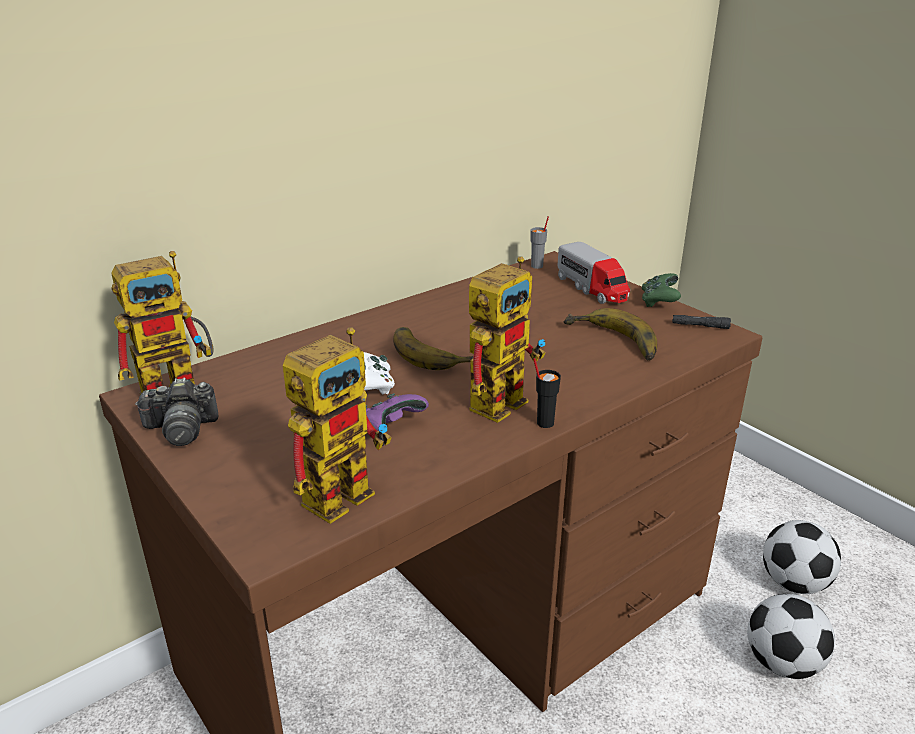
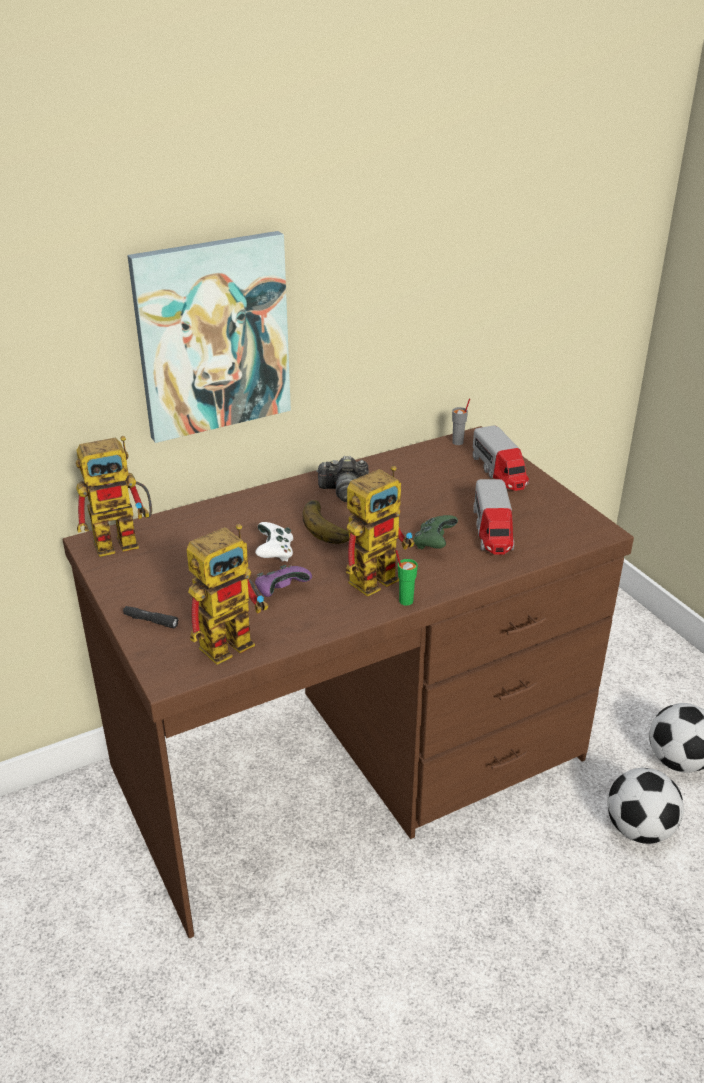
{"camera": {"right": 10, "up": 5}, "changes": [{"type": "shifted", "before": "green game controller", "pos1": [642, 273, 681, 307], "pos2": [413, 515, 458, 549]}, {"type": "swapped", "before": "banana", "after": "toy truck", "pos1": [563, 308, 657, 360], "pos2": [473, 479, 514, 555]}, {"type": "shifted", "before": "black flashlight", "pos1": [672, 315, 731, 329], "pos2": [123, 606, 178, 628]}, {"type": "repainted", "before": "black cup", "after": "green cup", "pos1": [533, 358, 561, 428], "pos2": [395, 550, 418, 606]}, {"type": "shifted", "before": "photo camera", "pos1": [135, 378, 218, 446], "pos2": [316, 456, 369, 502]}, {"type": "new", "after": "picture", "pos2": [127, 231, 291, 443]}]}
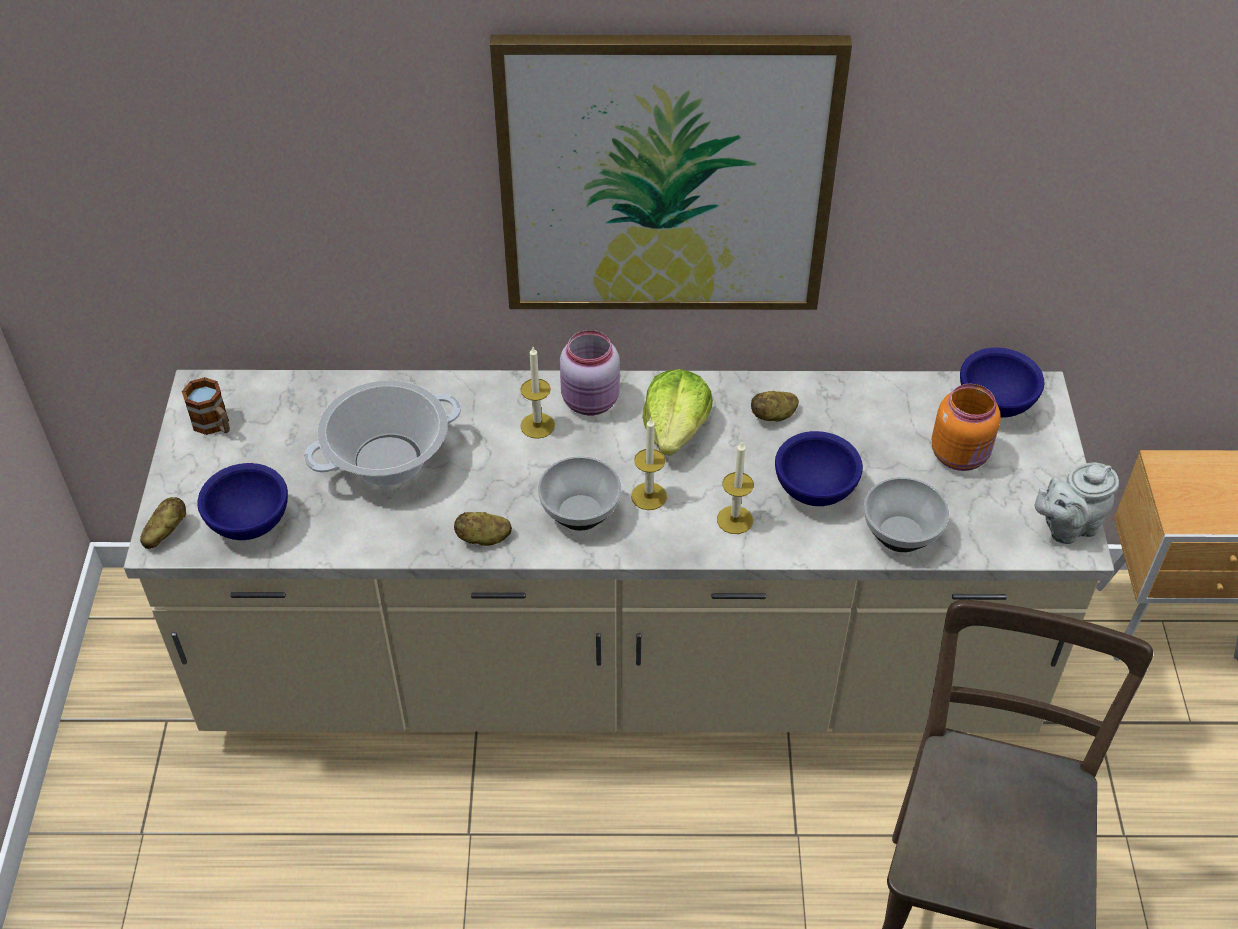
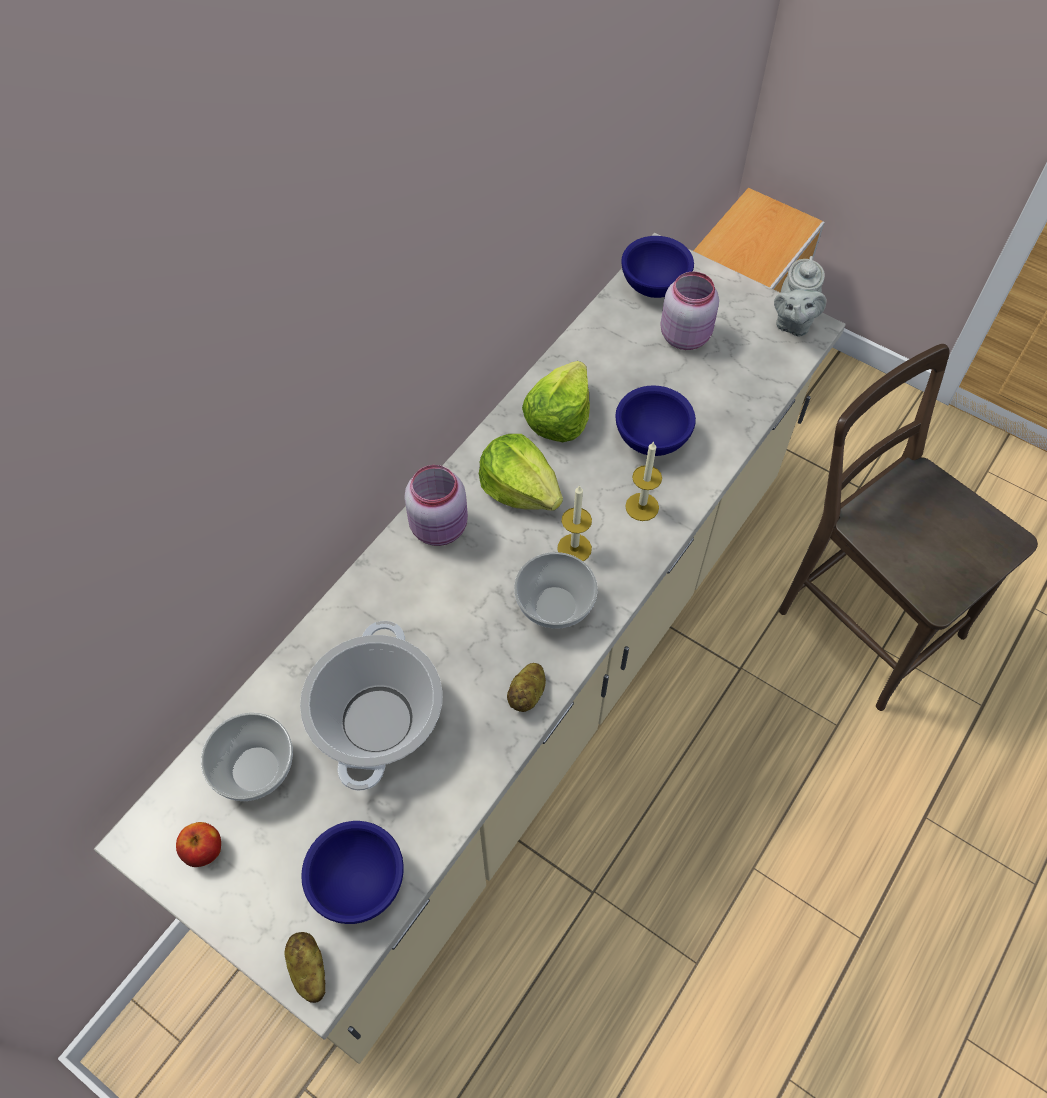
{"camera": {"right": -55, "up": 10}, "changes": [{"type": "gone", "before": "picture", "pos1": [490, 35, 852, 310]}, {"type": "gone", "before": "candle", "pos1": [520, 347, 555, 439]}, {"type": "swapped", "before": "mug", "after": "apple", "pos1": [182, 377, 230, 435], "pos2": [176, 822, 221, 867]}, {"type": "repainted", "before": "orange jar", "after": "pink jar", "pos1": [932, 384, 1001, 471], "pos2": [660, 272, 719, 350]}, {"type": "swapped", "before": "potato", "after": "lettuce", "pos1": [751, 391, 799, 421], "pos2": [522, 361, 590, 442]}, {"type": "shifted", "before": "bowl", "pos1": [864, 477, 949, 552], "pos2": [201, 713, 293, 801]}]}
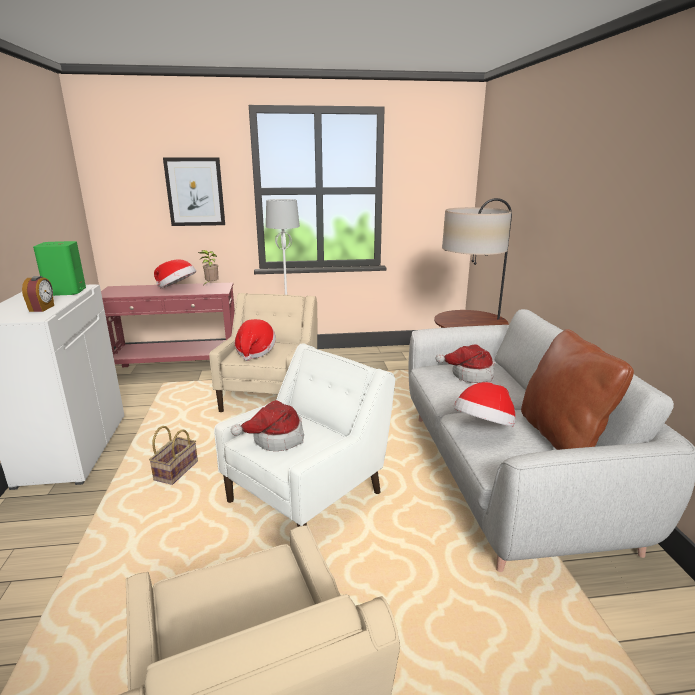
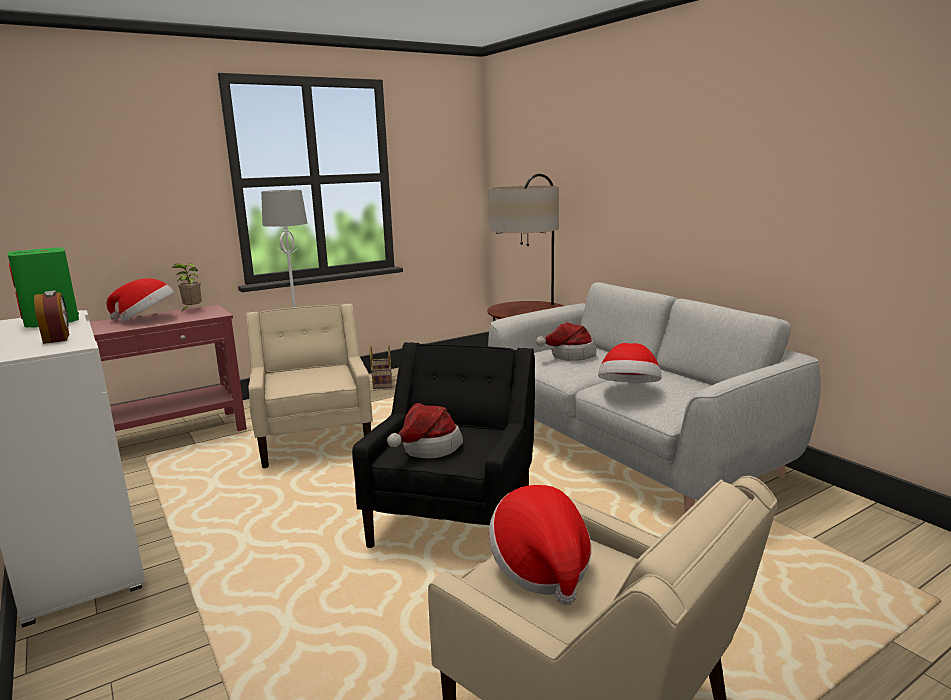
{"camera": {"right": -25, "up": -5}, "changes": [{"type": "gone", "before": "picture", "pos1": [163, 158, 225, 226]}, {"type": "shifted", "before": "hat", "pos1": [235, 319, 276, 361], "pos2": [489, 485, 591, 605]}, {"type": "gone", "before": "brown pillow", "pos1": [521, 329, 634, 450]}, {"type": "repainted", "before": "white armchair", "after": "black armchair", "pos1": [214, 343, 395, 527], "pos2": [352, 342, 535, 548]}, {"type": "shifted", "before": "basket", "pos1": [149, 426, 198, 485], "pos2": [370, 345, 392, 389]}]}
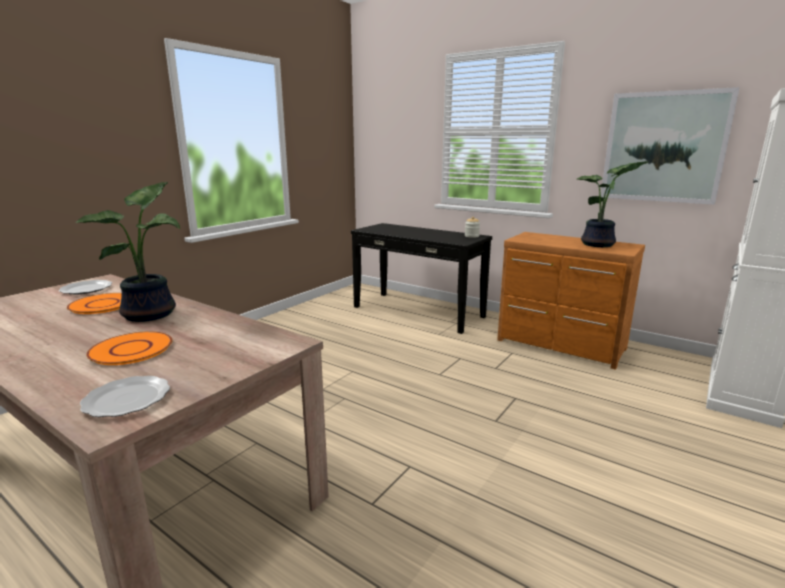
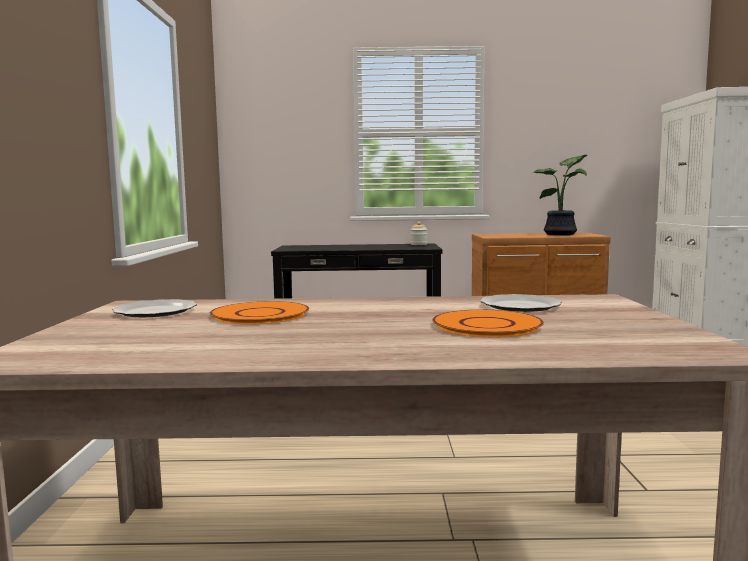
{"camera": {"right": -35, "up": -10}, "changes": [{"type": "gone", "before": "picture", "pos1": [601, 87, 740, 205]}, {"type": "gone", "before": "potted plant", "pos1": [76, 182, 180, 322]}, {"type": "shifted", "before": "plate", "pos1": [80, 376, 170, 417], "pos2": [480, 294, 562, 312]}]}
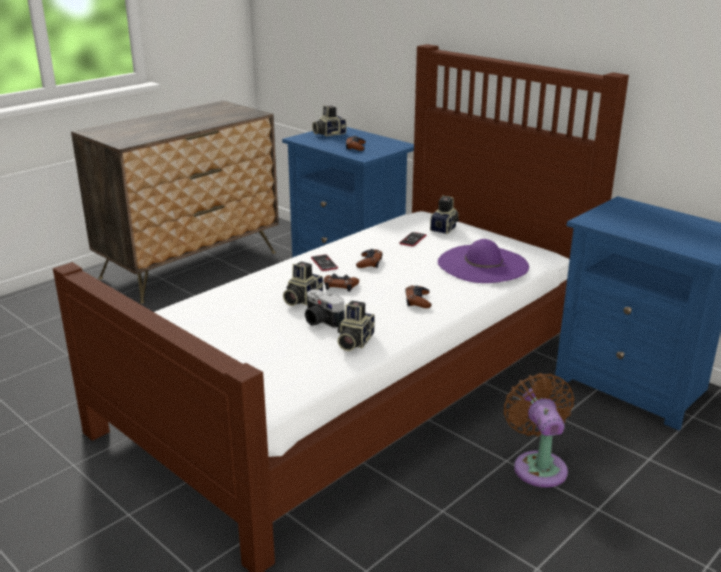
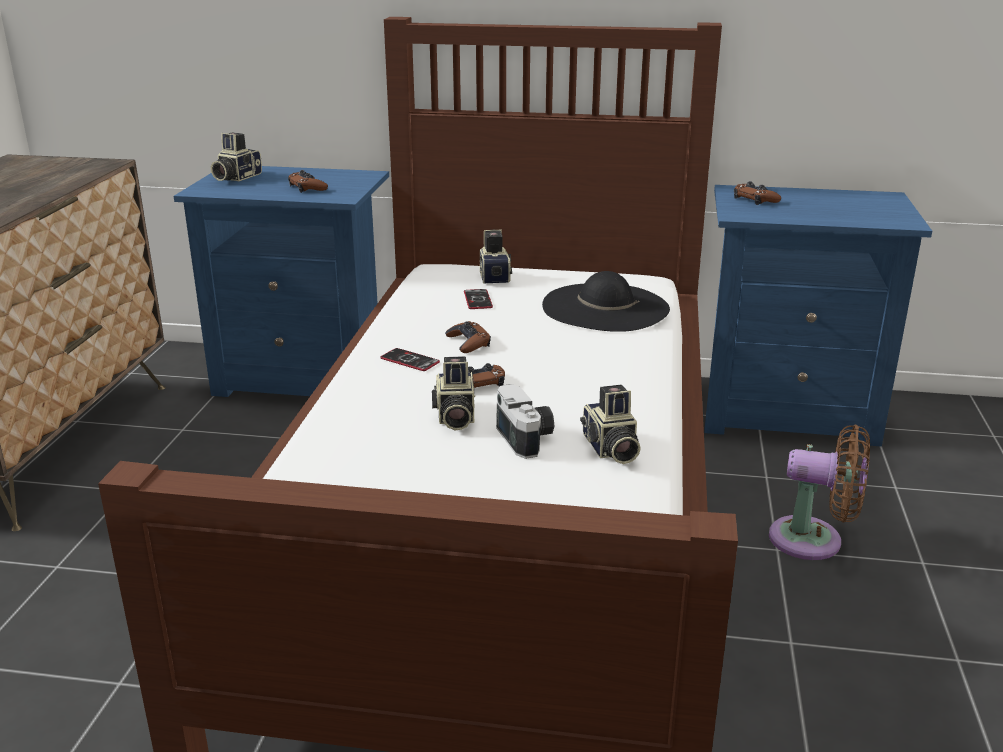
{"camera": {"right": -35, "up": 0}, "changes": [{"type": "repainted", "before": "purple hat", "after": "black hat", "pos1": [438, 239, 529, 283], "pos2": [542, 271, 670, 332]}, {"type": "shifted", "before": "brown game controller", "pos1": [405, 285, 432, 308], "pos2": [734, 181, 781, 205]}, {"type": "rotated", "before": "photo camera", "pos1": [304, 289, 345, 329], "pos2": [496, 384, 555, 459], "turn": -120}, {"type": "rotated", "before": "brown fan", "pos1": [503, 373, 574, 487], "pos2": [769, 425, 870, 560], "turn": 150}]}
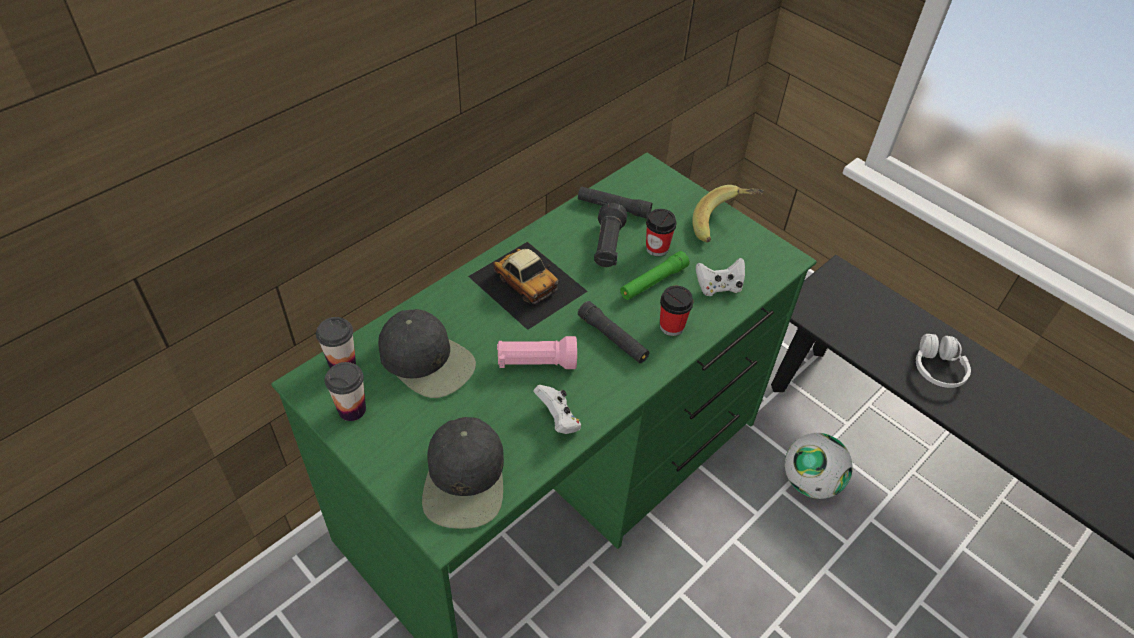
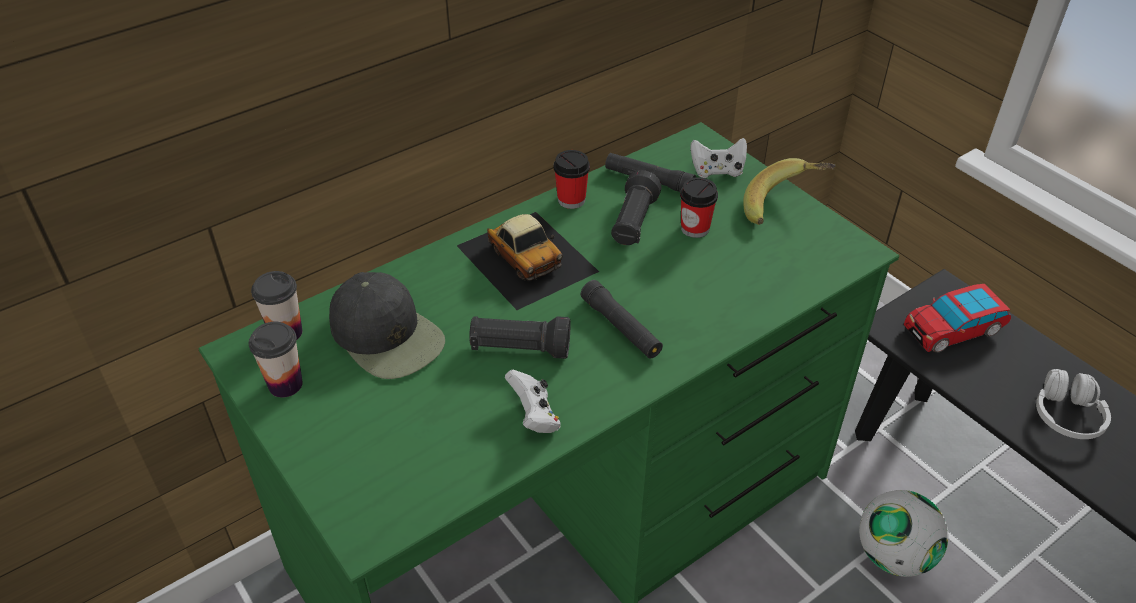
{"camera": {"right": 10, "up": -5}, "changes": [{"type": "gone", "before": "green flashlight", "pos1": [620, 251, 690, 300]}, {"type": "shifted", "before": "white game controller", "pos1": [696, 258, 745, 296], "pos2": [690, 138, 747, 178]}, {"type": "shifted", "before": "cup", "pos1": [660, 286, 693, 336], "pos2": [553, 150, 590, 209]}, {"type": "repainted", "before": "pink flashlight", "after": "black flashlight", "pos1": [497, 336, 577, 369], "pos2": [469, 316, 570, 359]}, {"type": "gone", "before": "black cap", "pos1": [422, 417, 504, 529]}, {"type": "new", "after": "toy car", "pos2": [904, 284, 1011, 352]}]}
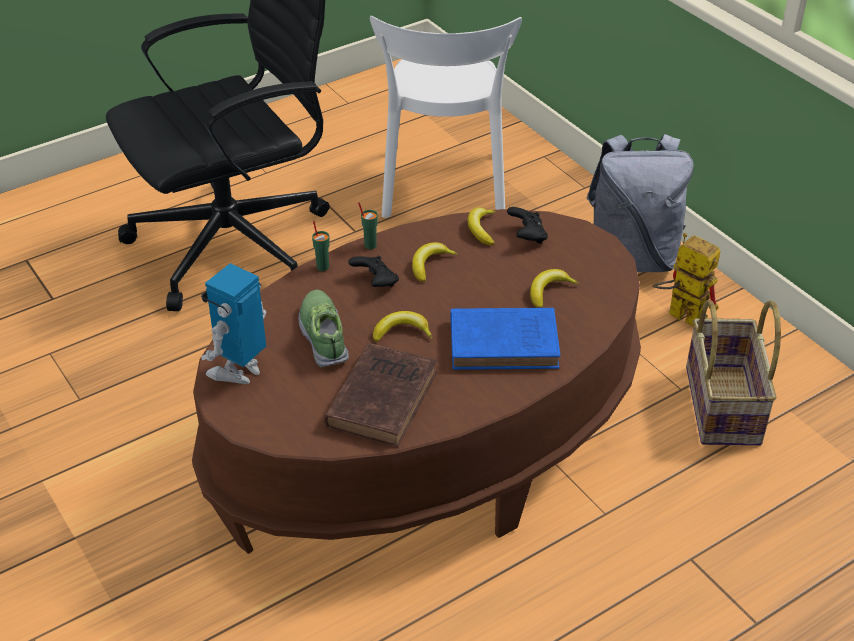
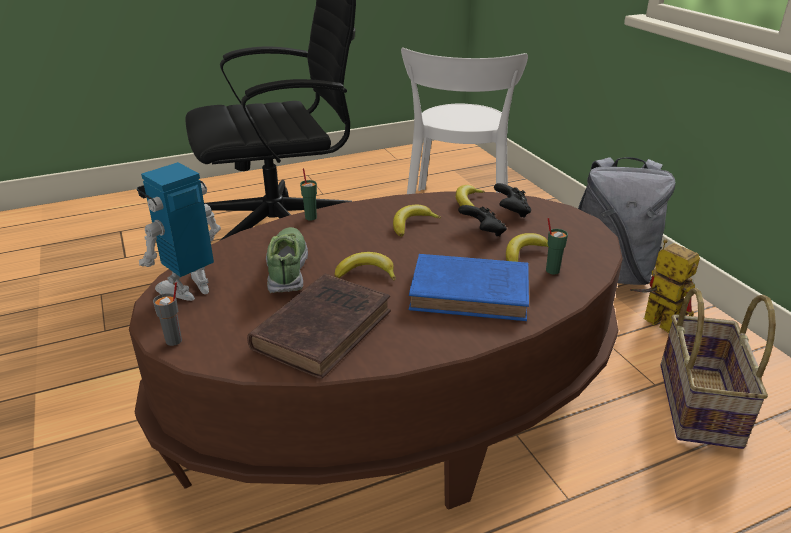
{"camera": {"right": 10, "up": -10}, "changes": [{"type": "shifted", "before": "green cup", "pos1": [358, 203, 378, 249], "pos2": [546, 218, 568, 274]}, {"type": "shifted", "before": "black game controller", "pos1": [348, 255, 399, 287], "pos2": [458, 205, 507, 237]}, {"type": "new", "after": "grey cup", "pos2": [153, 282, 182, 346]}]}
